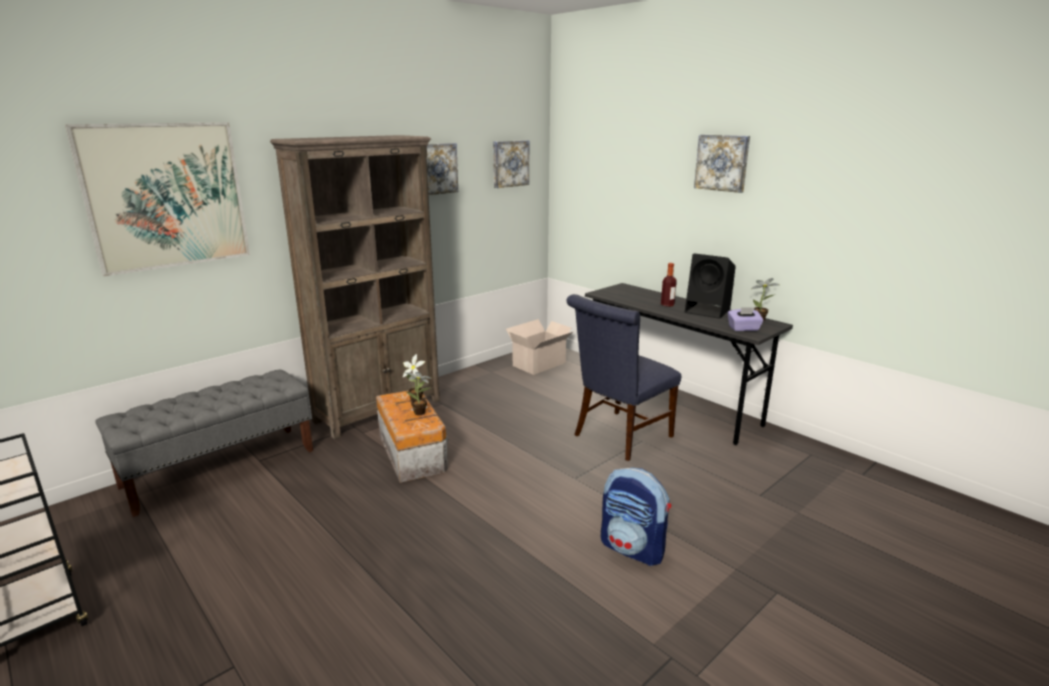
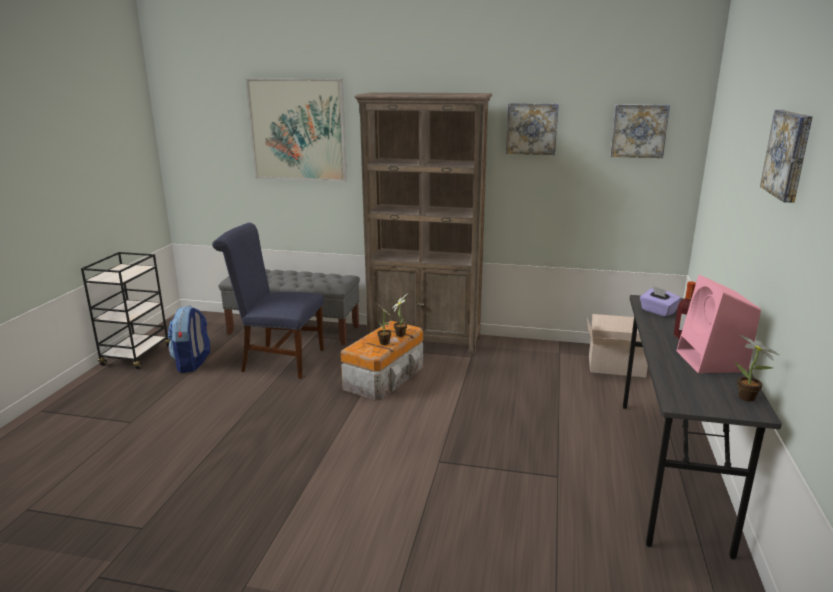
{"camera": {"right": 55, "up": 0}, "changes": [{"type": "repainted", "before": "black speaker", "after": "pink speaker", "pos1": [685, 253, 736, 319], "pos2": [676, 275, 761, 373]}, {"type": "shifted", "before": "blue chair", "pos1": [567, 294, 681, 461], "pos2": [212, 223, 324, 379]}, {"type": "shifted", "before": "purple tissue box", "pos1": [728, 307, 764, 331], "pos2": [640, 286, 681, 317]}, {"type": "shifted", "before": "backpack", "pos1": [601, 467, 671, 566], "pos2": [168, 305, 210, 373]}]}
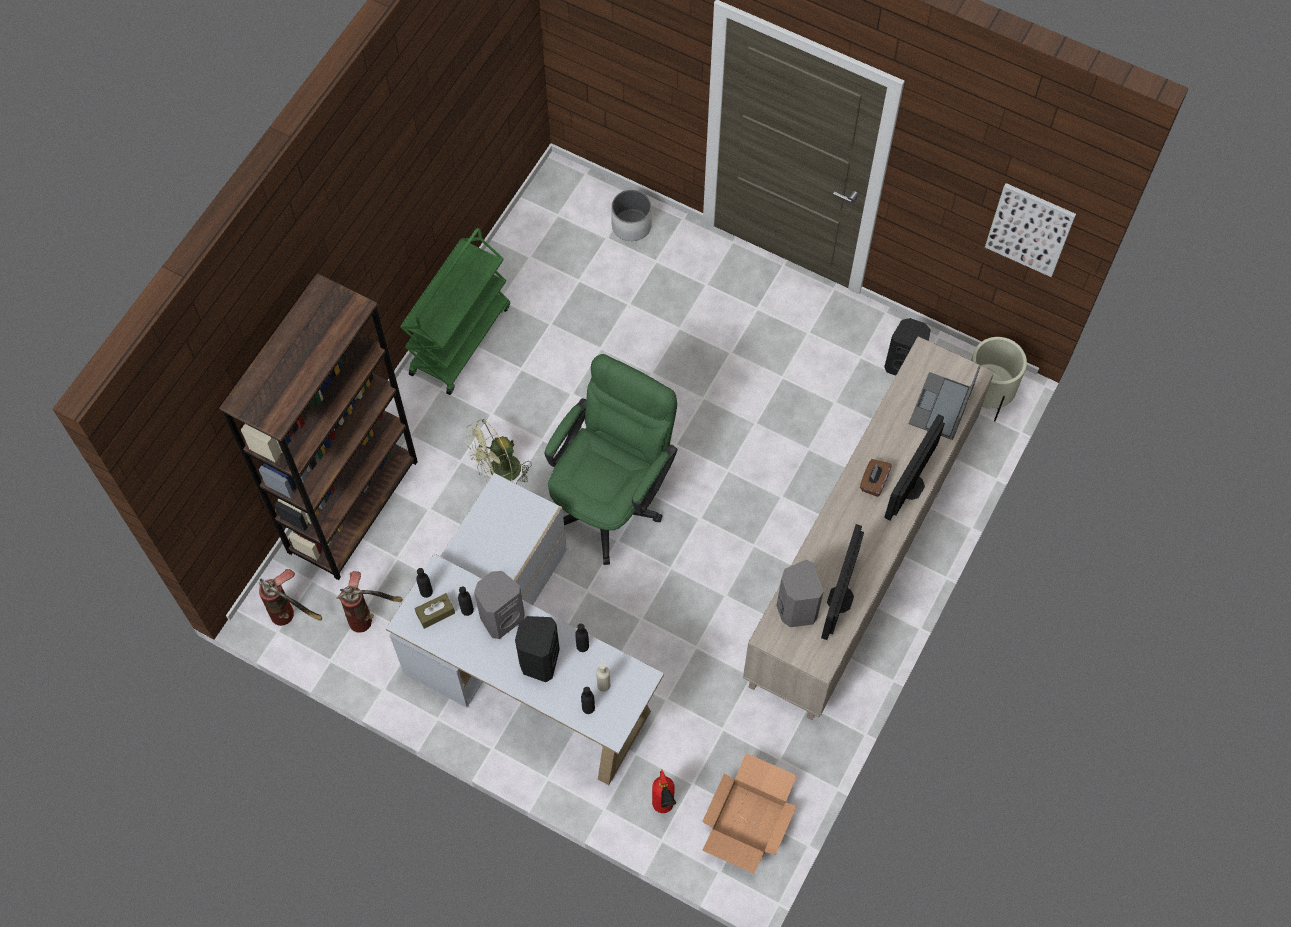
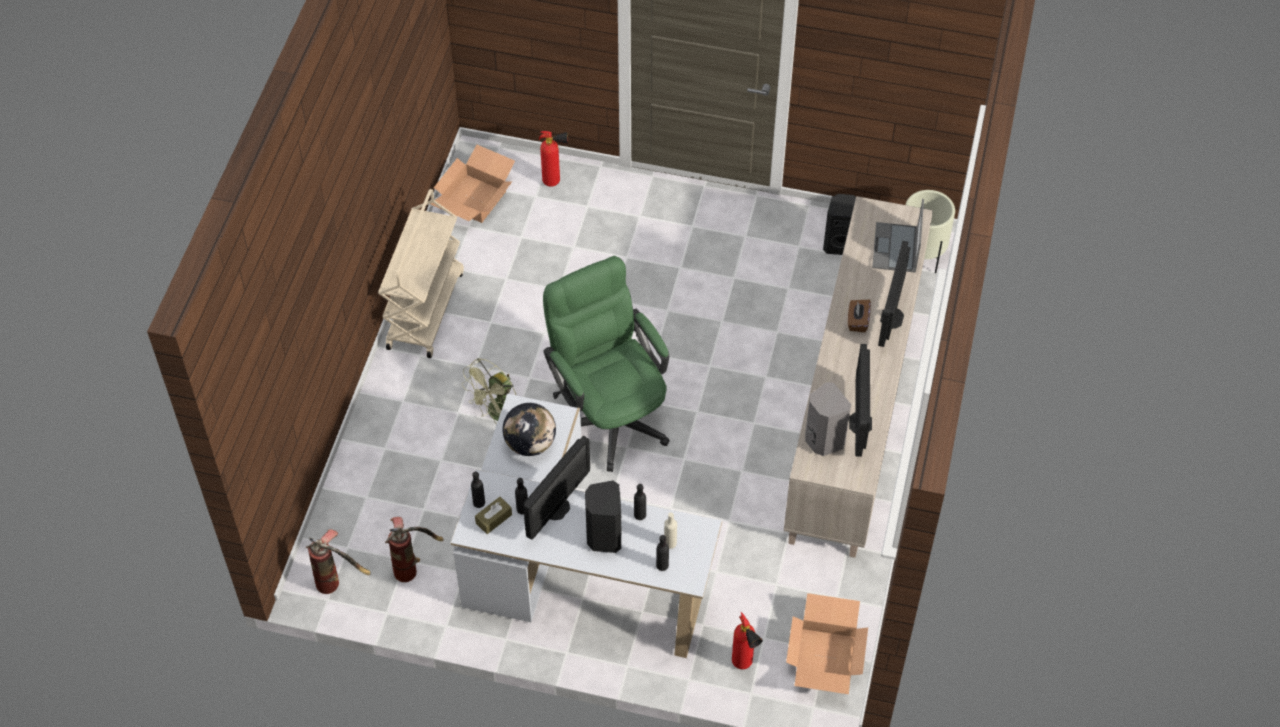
{"camera": {"right": -15, "up": -10}, "changes": [{"type": "gone", "before": "picture", "pos1": [985, 183, 1076, 277]}, {"type": "swapped", "before": "white planter", "after": "fire extinguisher", "pos1": [611, 190, 652, 241], "pos2": [539, 131, 568, 187]}, {"type": "repainted", "before": "green cart", "after": "beige cart", "pos1": [400, 228, 510, 395], "pos2": [378, 189, 464, 358]}, {"type": "gone", "before": "brown bookcase", "pos1": [220, 273, 418, 580]}, {"type": "rotated", "before": "green office chair", "pos1": [545, 354, 678, 565], "pos2": [543, 256, 670, 472], "turn": -45}, {"type": "swapped", "before": "grey speaker", "after": "monitor", "pos1": [474, 571, 524, 639], "pos2": [523, 436, 590, 540]}, {"type": "new", "after": "cardboard box", "pos2": [431, 145, 515, 223]}, {"type": "new", "after": "globe", "pos2": [503, 403, 556, 456]}]}
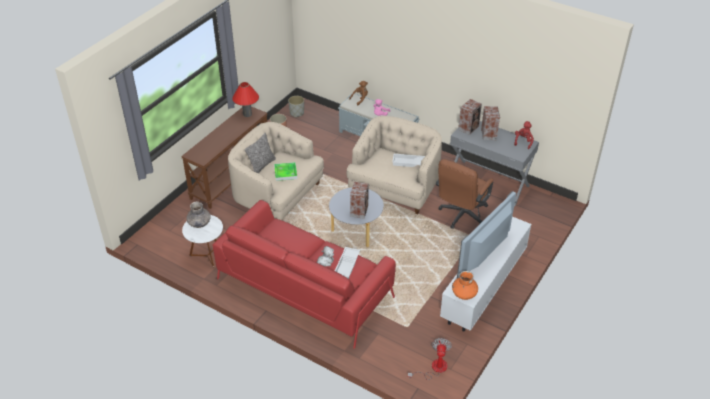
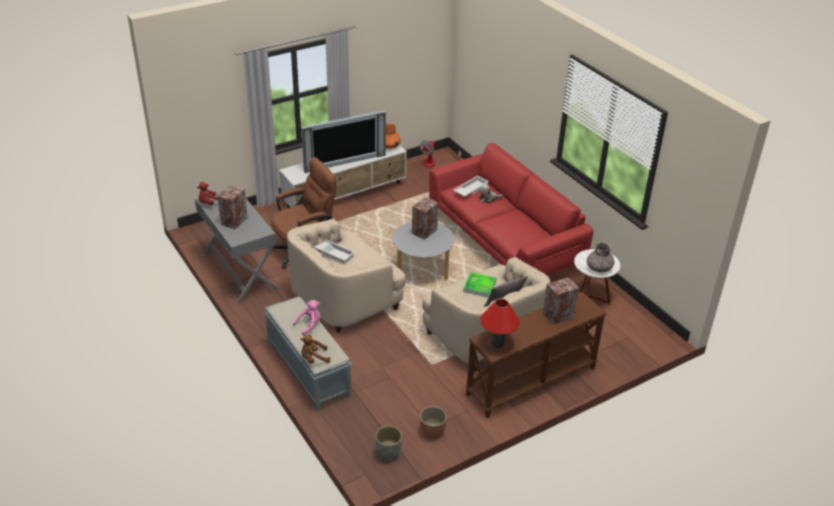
{"camera": {"right": -155, "up": -5}, "changes": [{"type": "shifted", "before": "speaker", "pos1": [458, 99, 482, 135], "pos2": [543, 277, 579, 325]}]}
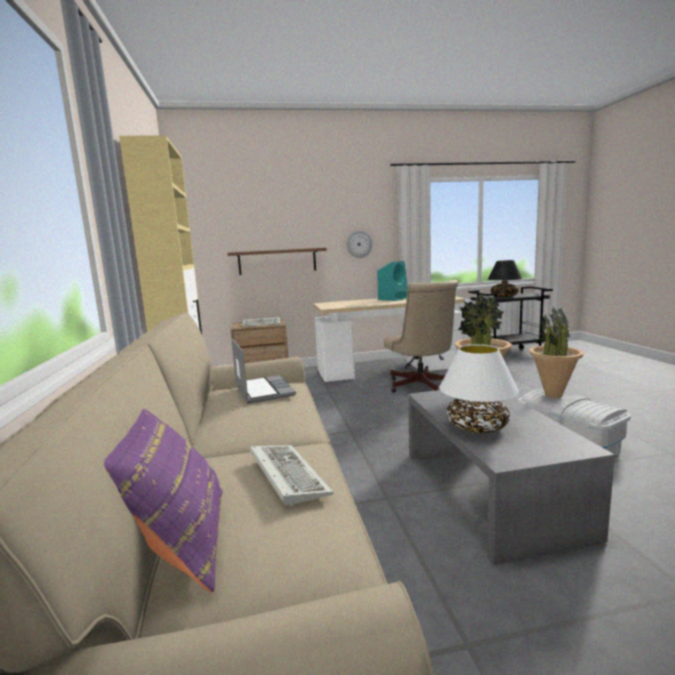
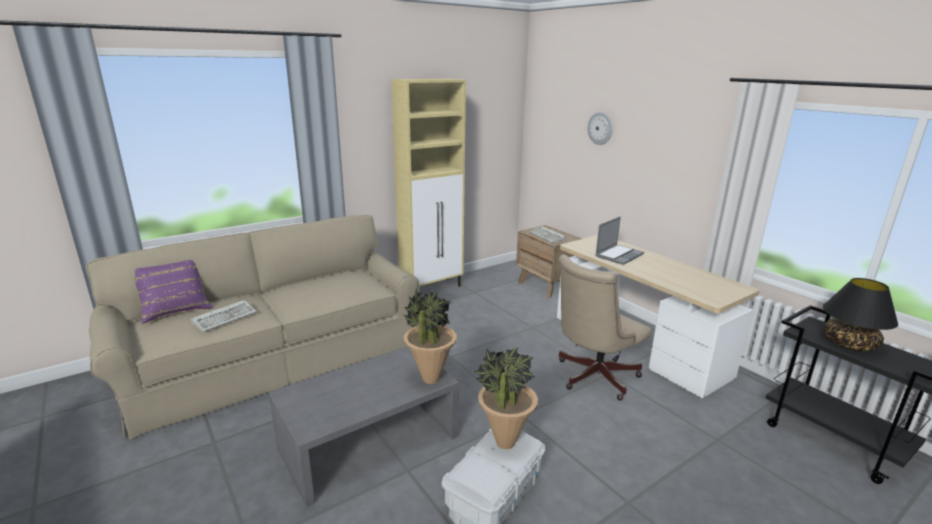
{"camera": {"right": 65, "up": 10}, "changes": [{"type": "shifted", "before": "wall clock", "pos1": [347, 231, 373, 258], "pos2": [588, 112, 613, 145]}, {"type": "gone", "before": "shelf", "pos1": [227, 248, 327, 275]}, {"type": "gone", "before": "turquoise speaker", "pos1": [377, 261, 408, 301]}, {"type": "shifted", "before": "laptop", "pos1": [232, 339, 296, 404], "pos2": [595, 216, 644, 265]}, {"type": "gone", "before": "white table lamp", "pos1": [439, 344, 519, 433]}]}
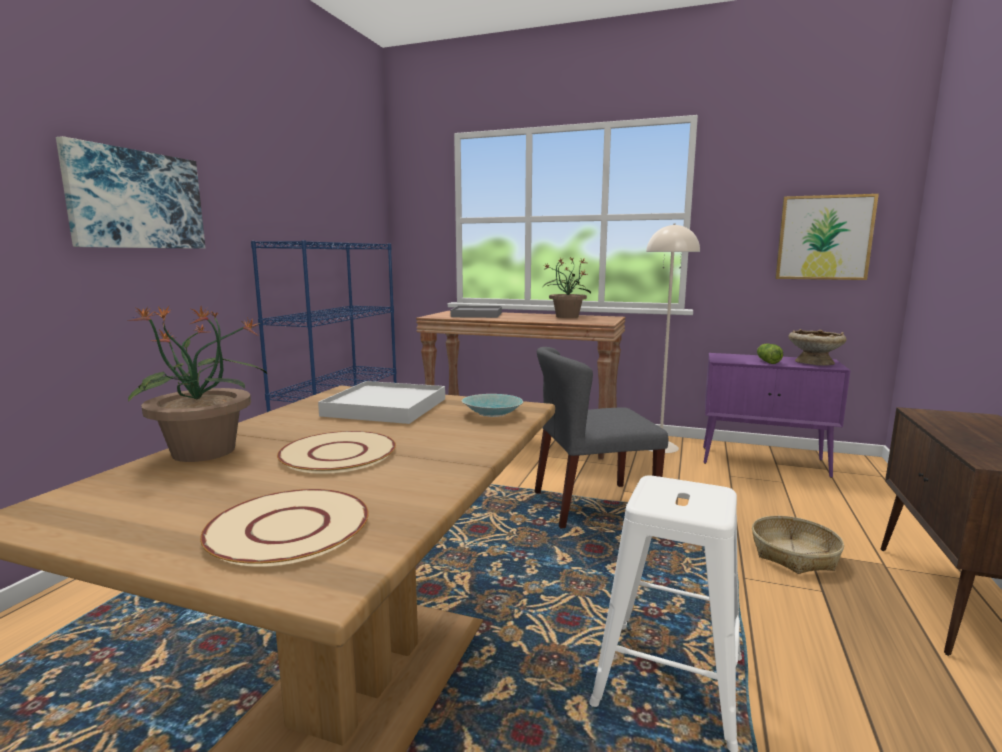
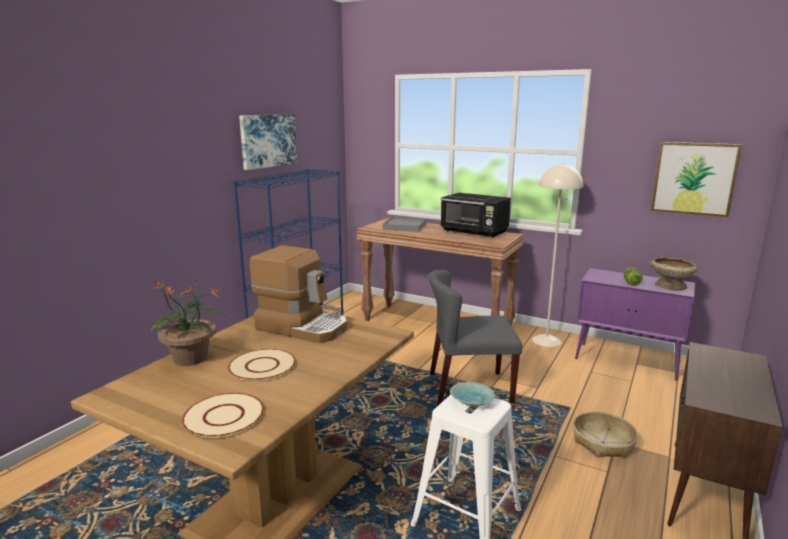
{"camera": {"right": 10, "up": 5}, "changes": [{"type": "shifted", "before": "picture", "pos1": [56, 136, 205, 249], "pos2": [239, 114, 297, 170]}, {"type": "swapped", "before": "potted plant", "after": "black microwave", "pos1": [543, 257, 591, 318], "pos2": [441, 193, 511, 238]}, {"type": "swapped", "before": "white tray", "after": "coffee machine", "pos1": [318, 381, 445, 424], "pos2": [250, 246, 347, 343]}, {"type": "shifted", "before": "turquoise bowl", "pos1": [461, 394, 523, 417], "pos2": [450, 382, 495, 406]}]}
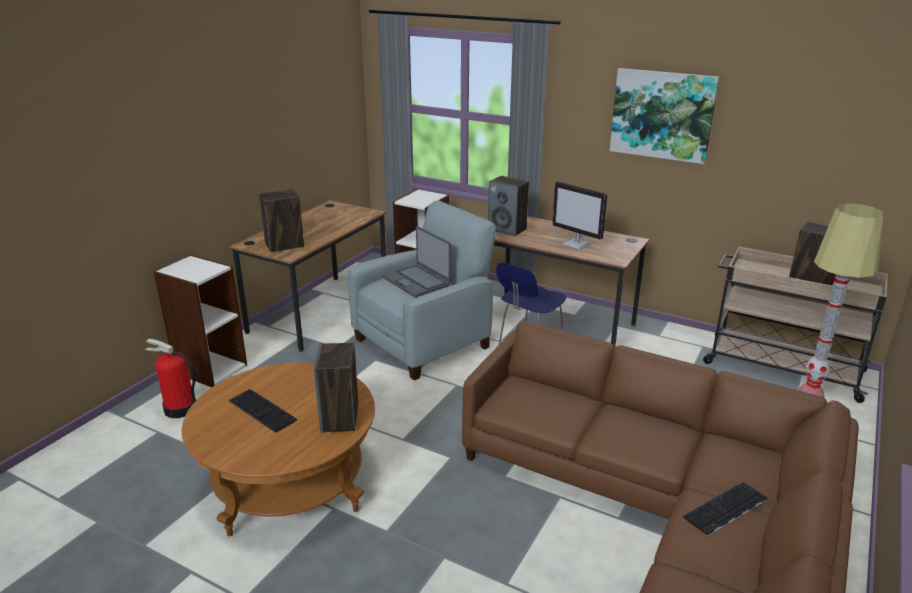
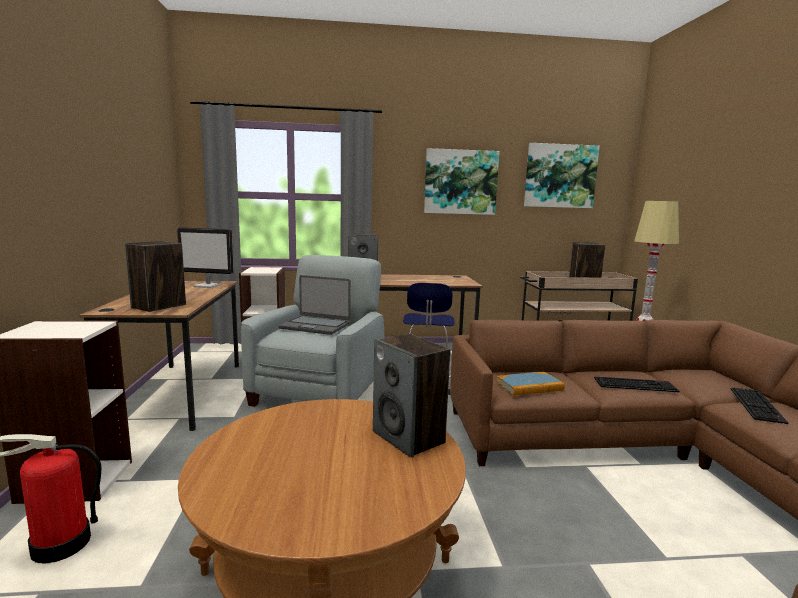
{"camera": {"right": -35, "up": -15}, "changes": [{"type": "shifted", "before": "monitor", "pos1": [552, 181, 607, 250], "pos2": [177, 227, 234, 288]}, {"type": "shifted", "before": "keyboard", "pos1": [229, 389, 297, 433], "pos2": [594, 377, 680, 392]}, {"type": "new", "after": "picture", "pos2": [524, 143, 600, 208]}, {"type": "new", "after": "book", "pos2": [496, 372, 565, 396]}]}
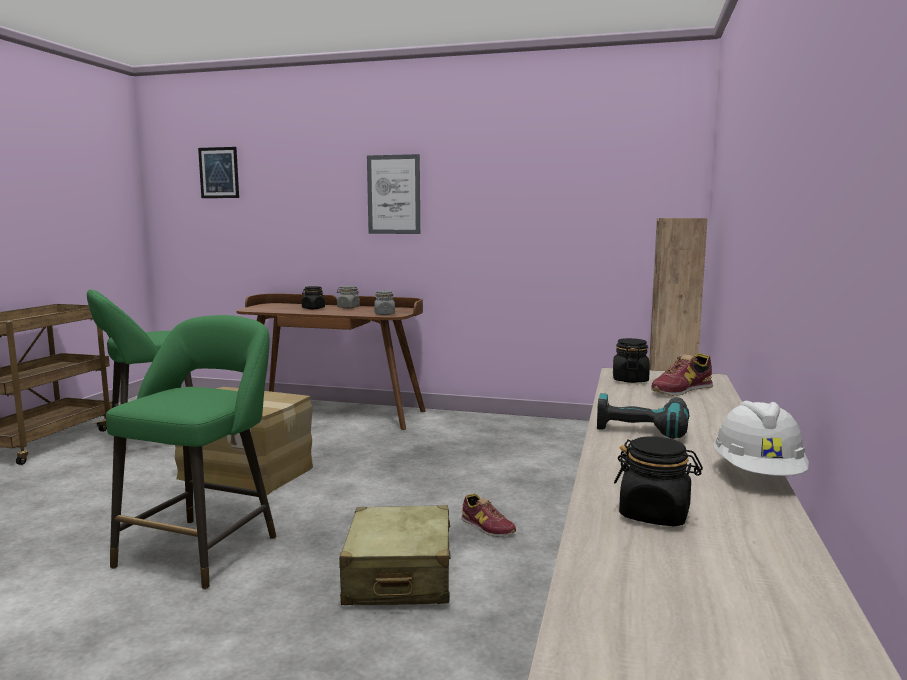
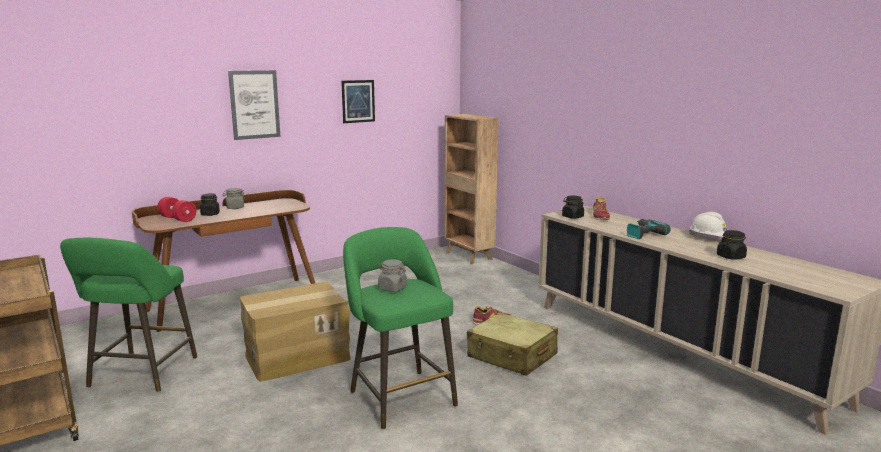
{"camera": {"right": -50, "up": 5}, "changes": [{"type": "shifted", "before": "picture", "pos1": [198, 147, 239, 198], "pos2": [341, 80, 375, 123]}, {"type": "shifted", "before": "grey jar", "pos1": [374, 290, 395, 315], "pos2": [378, 259, 407, 292]}, {"type": "new", "after": "red dumbbell", "pos2": [157, 197, 196, 222]}]}
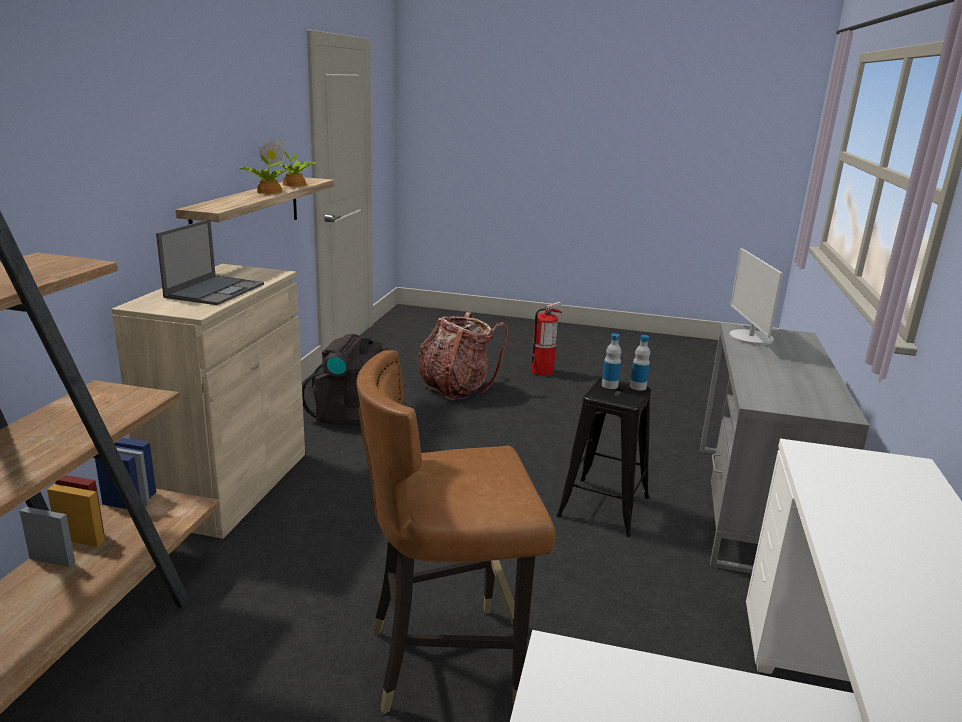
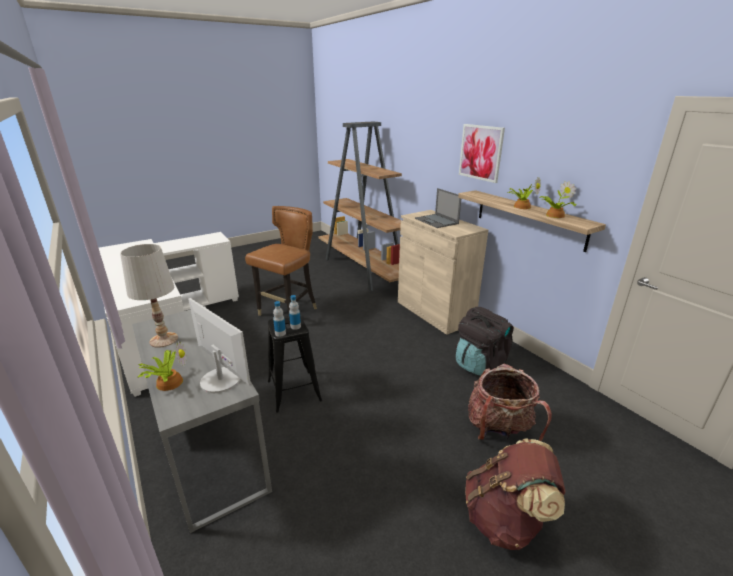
{"camera": {"right": 135, "up": 5}, "changes": [{"type": "swapped", "before": "fire extinguisher", "after": "brown backpack", "pos1": [530, 302, 562, 376], "pos2": [465, 438, 565, 550]}, {"type": "new", "after": "picture", "pos2": [459, 124, 505, 183]}, {"type": "new", "after": "white table lamp", "pos2": [120, 244, 178, 348]}, {"type": "new", "after": "potted plant", "pos2": [138, 341, 187, 391]}]}
